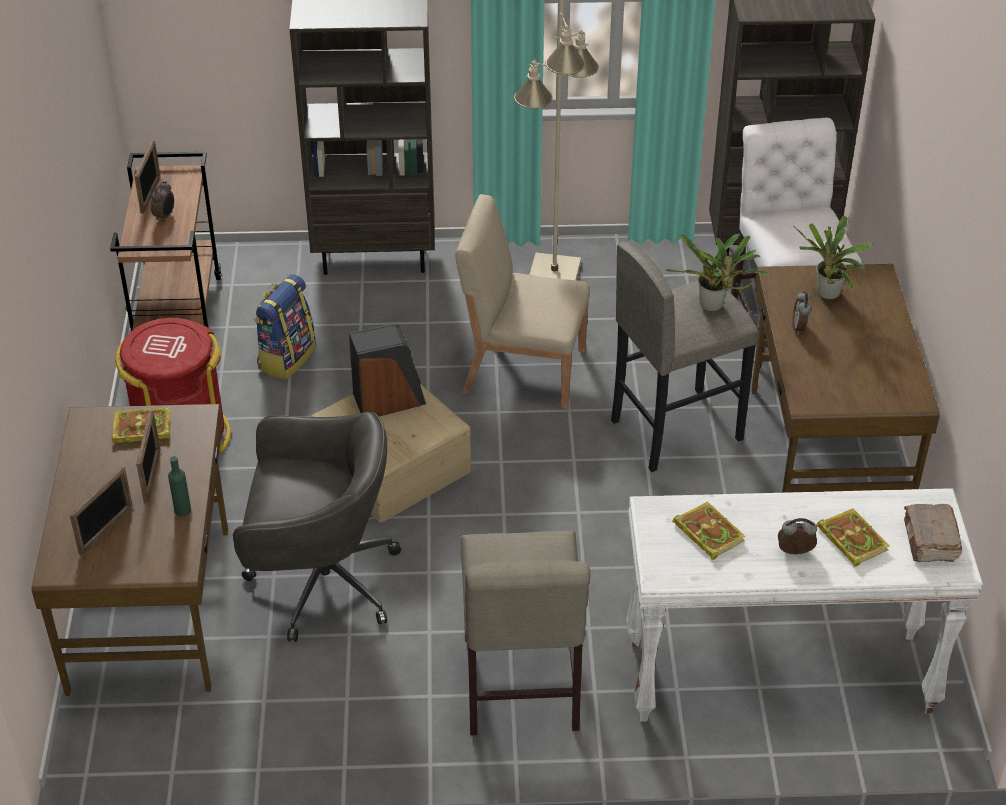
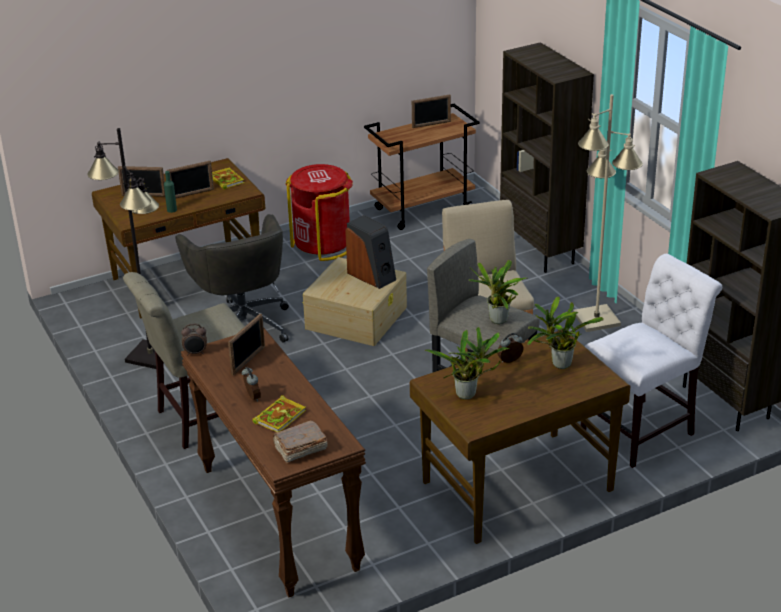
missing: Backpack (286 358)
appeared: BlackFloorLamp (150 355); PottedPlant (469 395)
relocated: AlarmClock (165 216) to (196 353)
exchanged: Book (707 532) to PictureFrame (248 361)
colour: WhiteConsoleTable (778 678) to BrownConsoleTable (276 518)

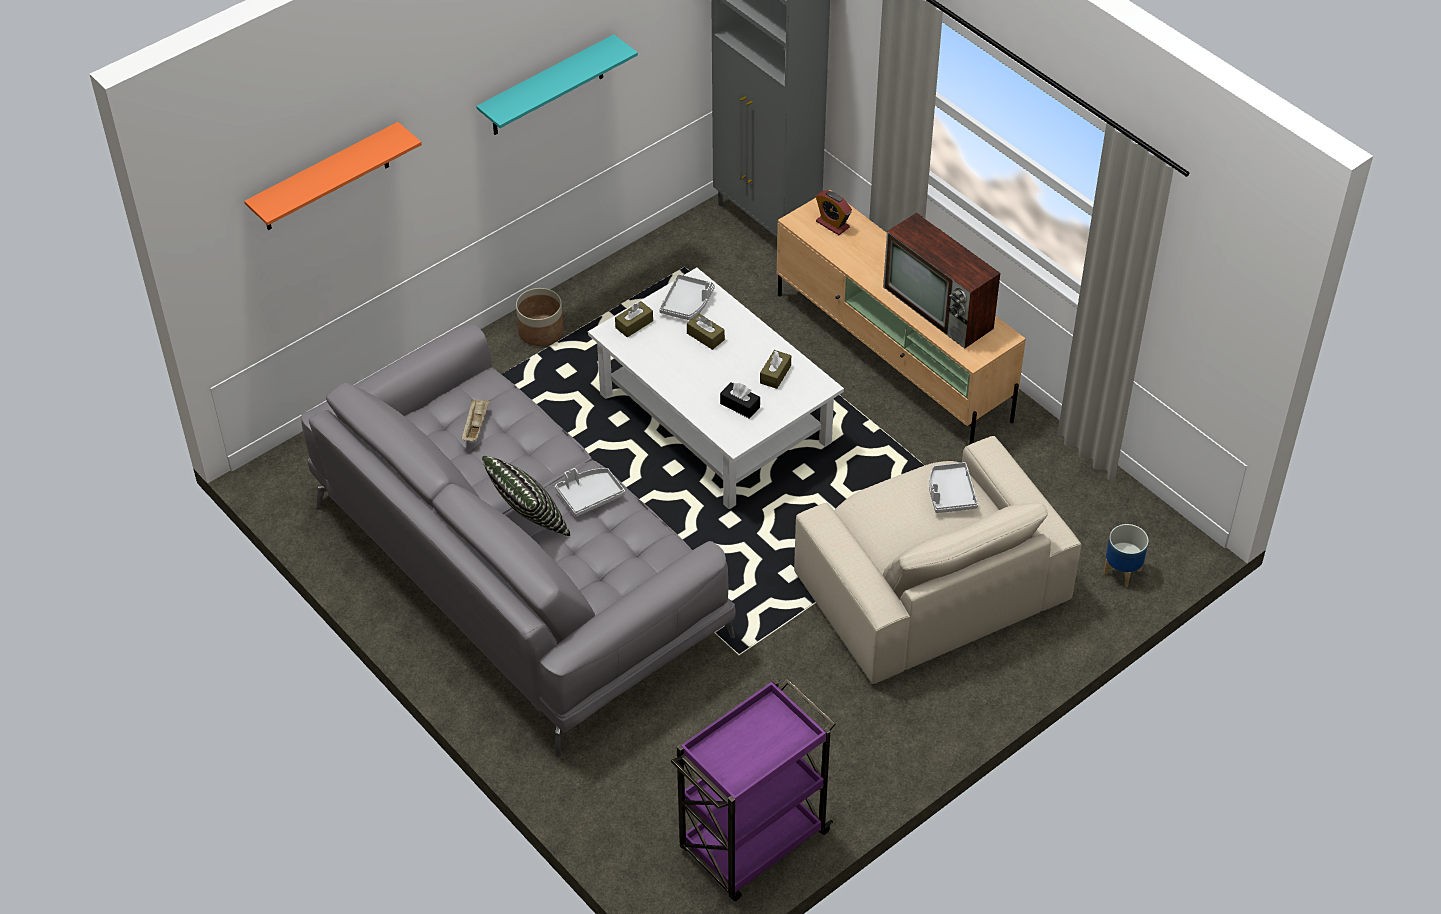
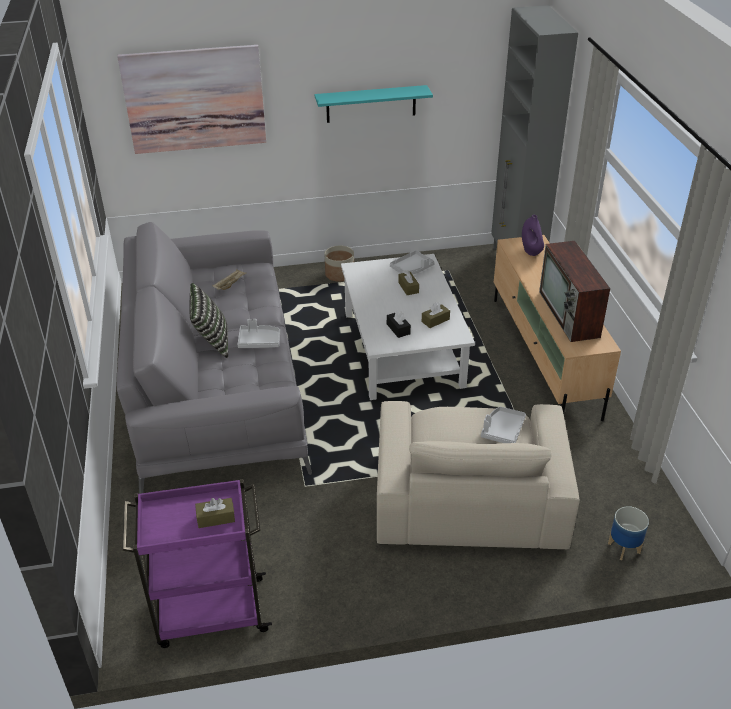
relocated: BrownTissueBox (634 324) to (216 518)
exchanged: OrangeShelf (325 178) to Picture (195 99); AlarmClock (832 224) to PurpleVase (531 251)

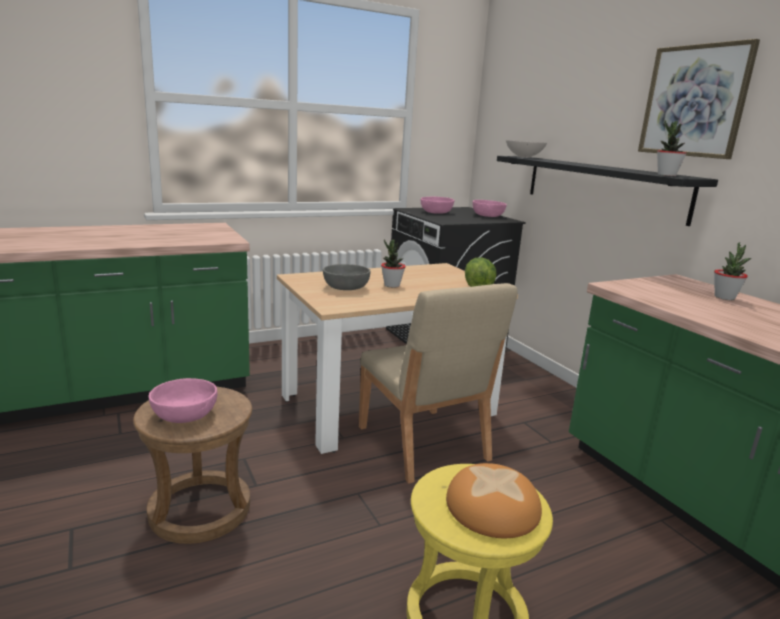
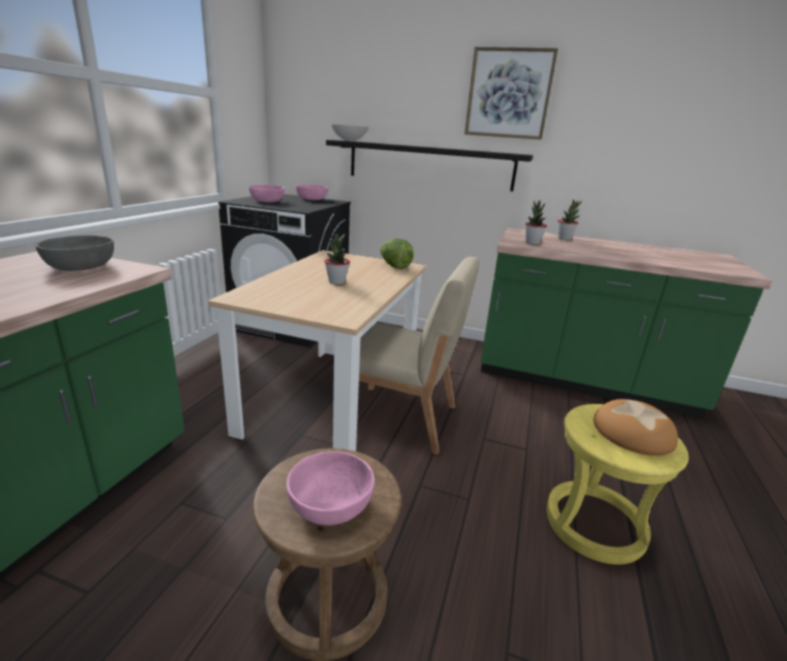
relocated: GreyBowl (345 287) to (80 266); PottedPlant (666 175) to (532 243)

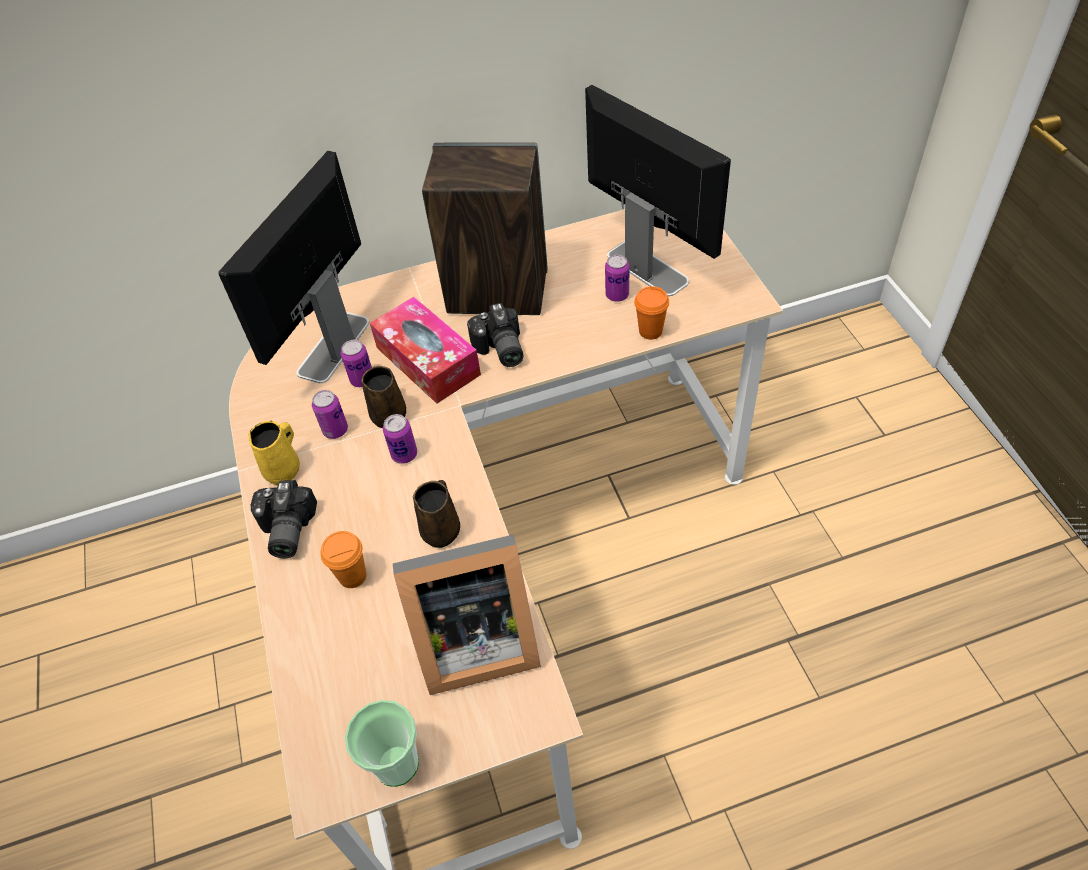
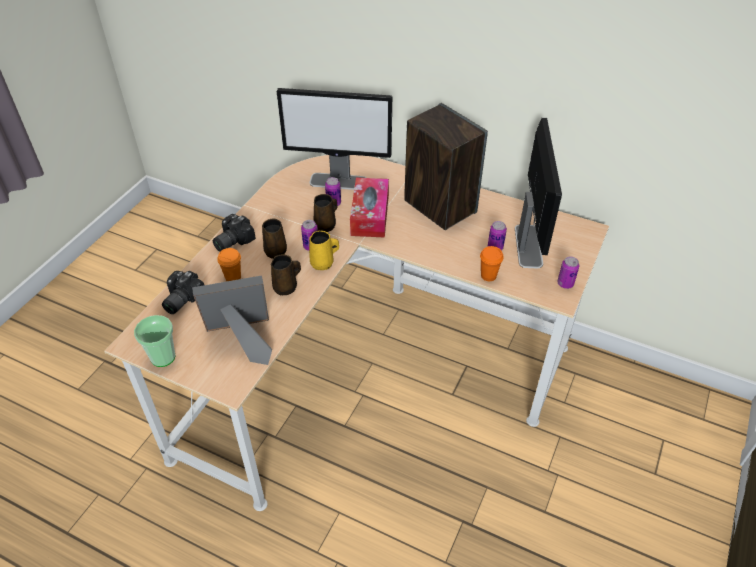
appeared: BrownMug (276 251)
relocated: YellowMug (284 469) to (323 263); Can (335 430) to (565 283); PhotoCamera (499 350) to (180 300)
spun: Monitor (333 348) = (339 181) 150 degrees counterclockwise; PictureFrame (472 641) = (242 339) 135 degrees clockwise

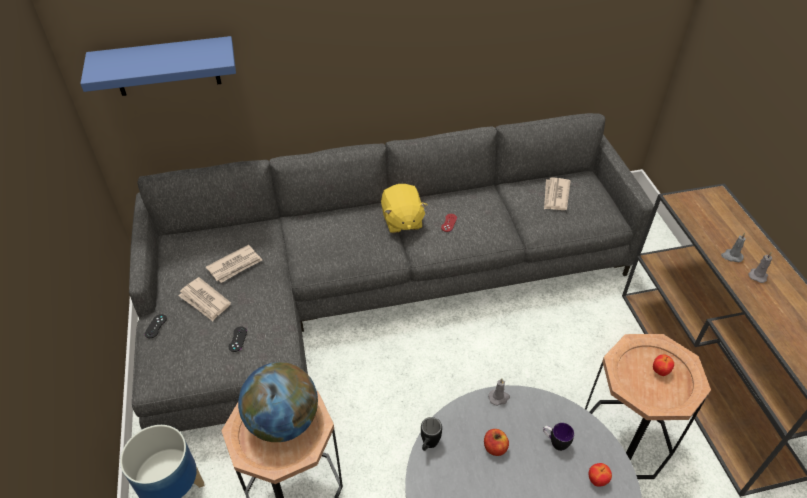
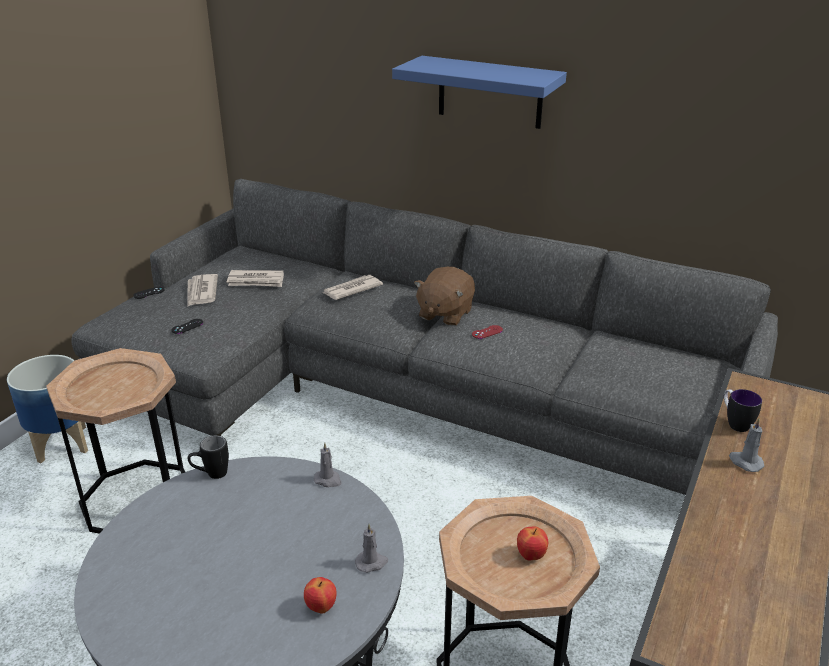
missing: Globe (283 421); Apple (495 448)
relocated: BlueShelf (166 67) to (490 92); Mug (555 442) to (734 423); Newspaper (555 196) to (351 289); GreyCandle (758 275) to (371 562)
colour: YellowPlushToy (402 221) to BrownPlushToy (444 314)

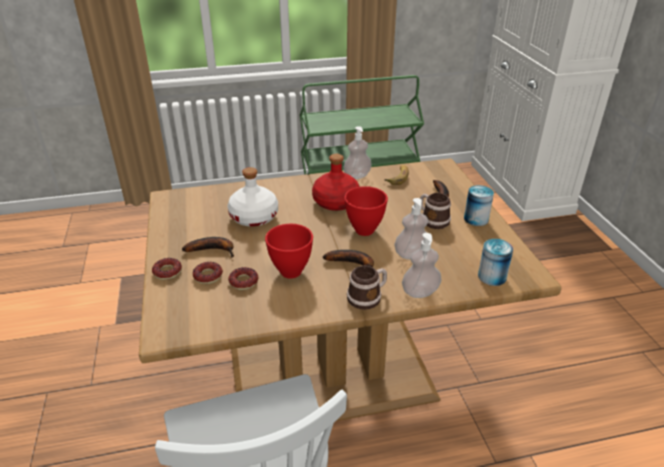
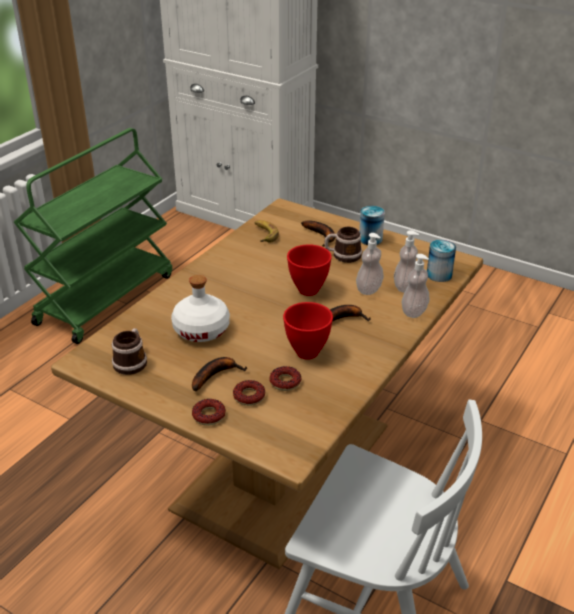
missing: RedBottle (335 202)
relocated: SoapDispenser (357 176) to (405 287); Mug (368 297) to (132 361)

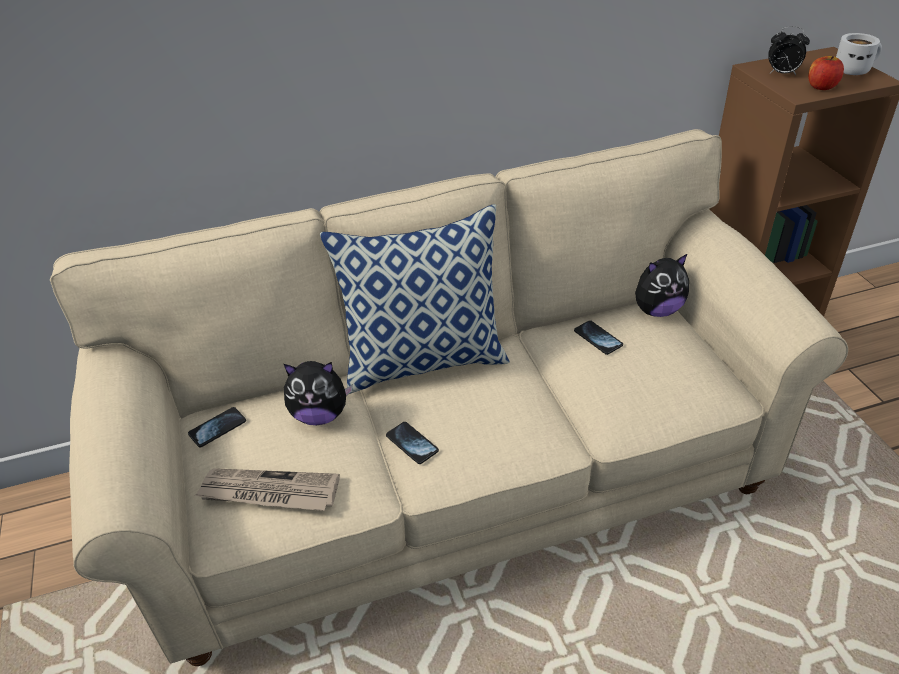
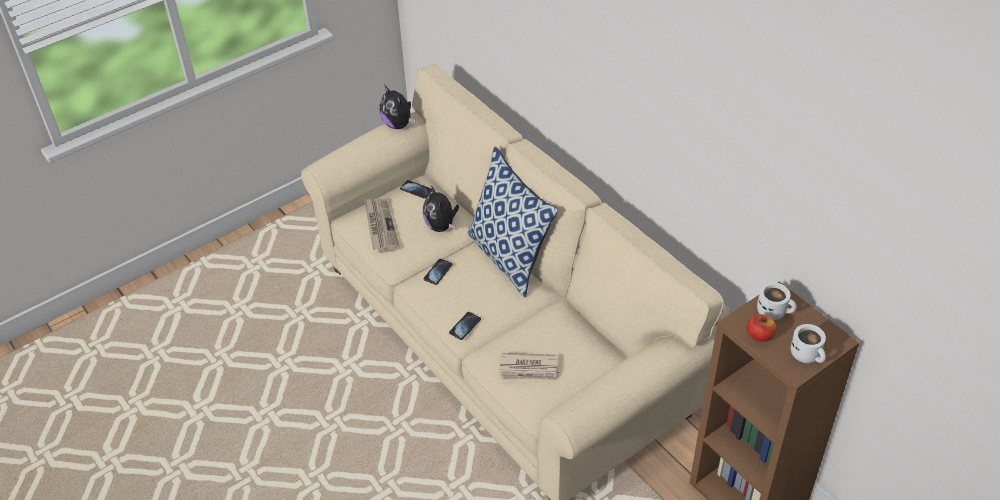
appeared: Newspaper (529 369)
relocated: Phone (598 338) to (465 326); PlushToy (656 310) to (398 124)
exchanged: AlarmClock (782 74) to WhiteMug (774 311)

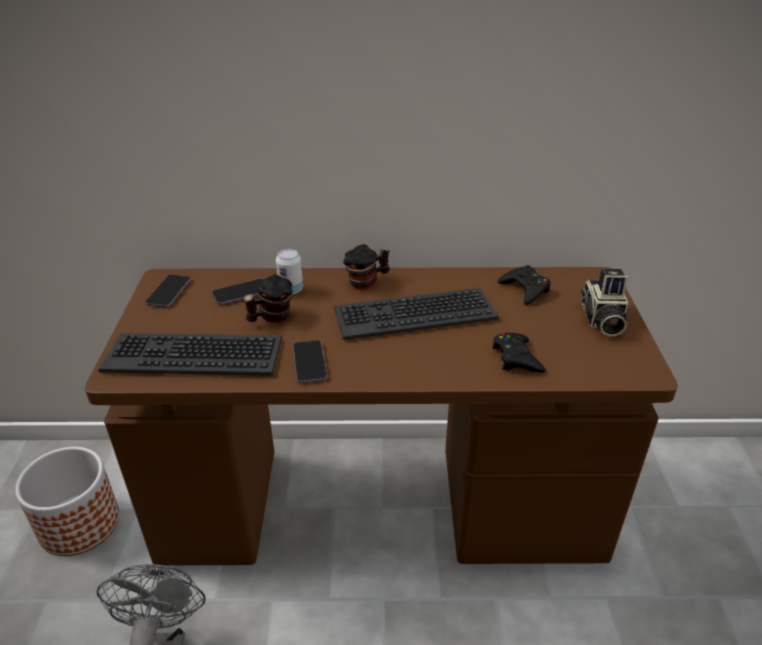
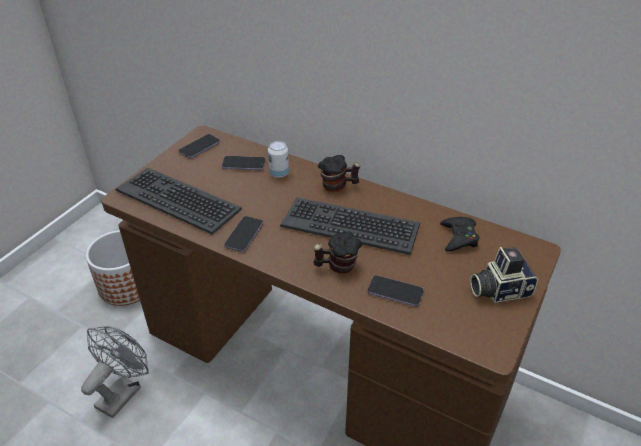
relocated: Mug (271 318) to (337 266)
exchanged: BlackGameController (516 358) to Phone (395 292)
spun: PhotoCamera (601 320) = (498 289) 45 degrees clockwise

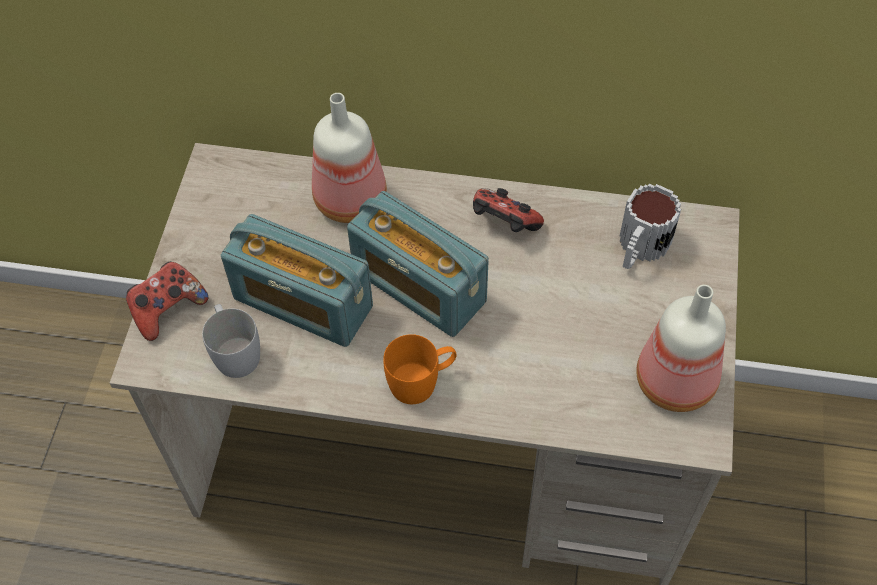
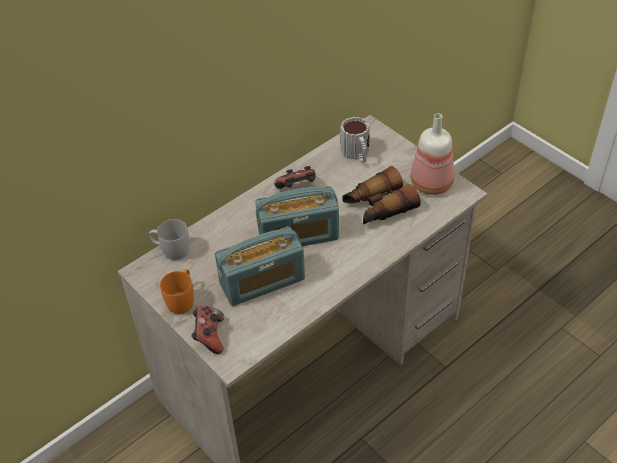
missing: Bottle (351 198)
appeared: Binoculars (378 206)
relocated: WhiteMug (234 351) to (171 250); OrangeMug (422 381) to (182 299)

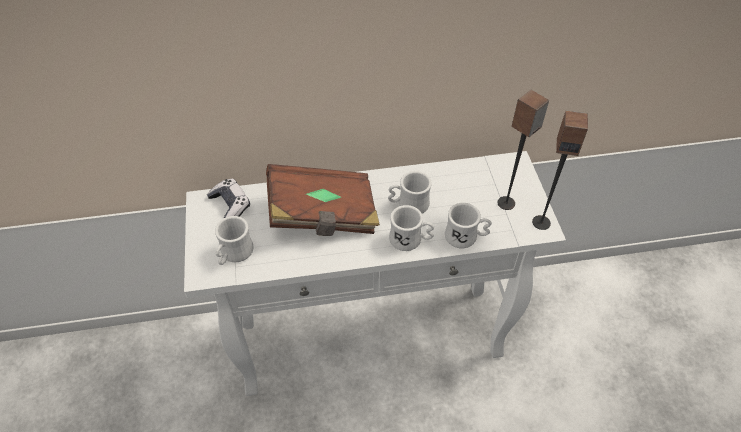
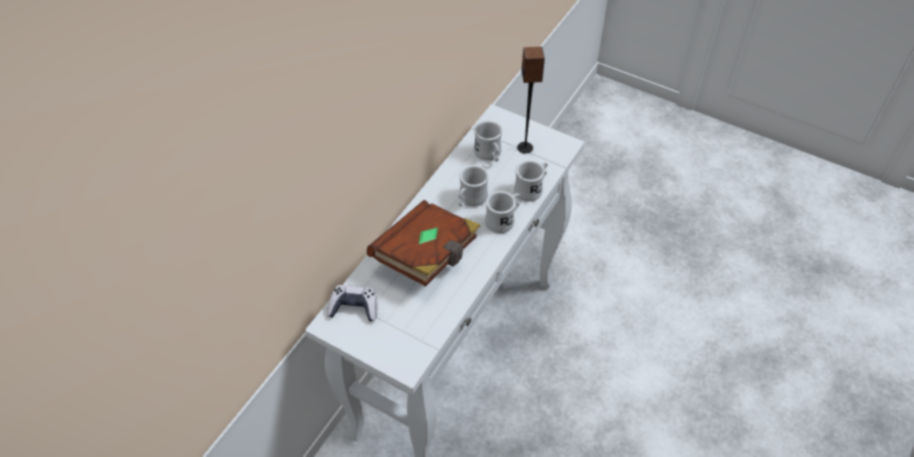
missing: Speaker (541 222)
relocated: WhiteMug (234 254) to (489 155)

